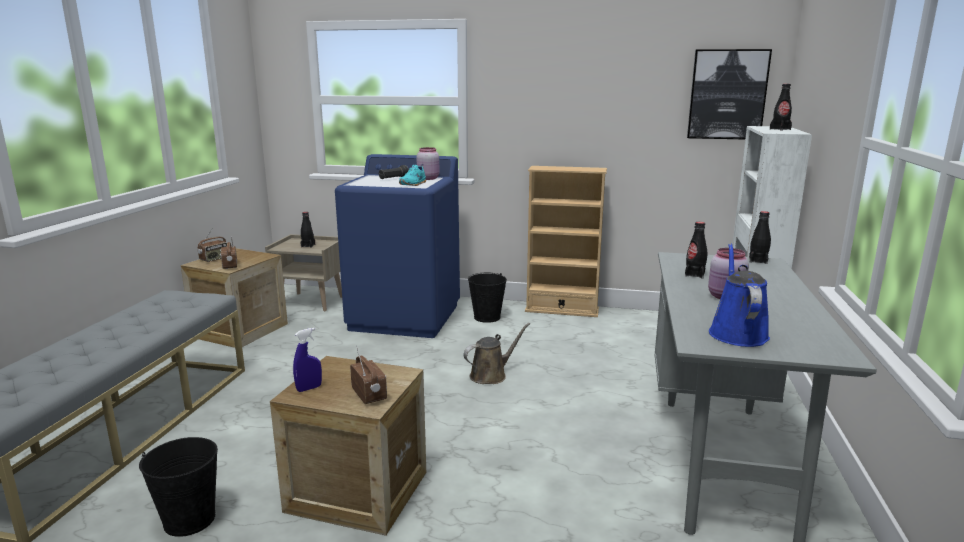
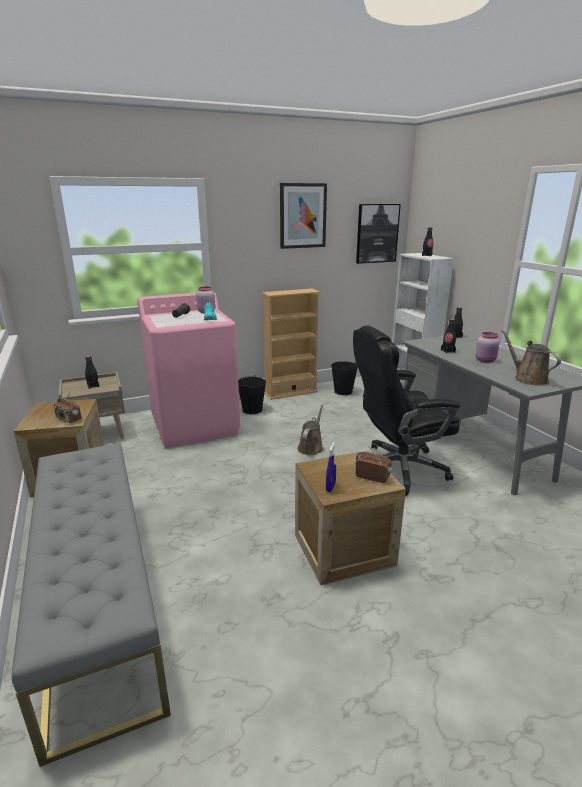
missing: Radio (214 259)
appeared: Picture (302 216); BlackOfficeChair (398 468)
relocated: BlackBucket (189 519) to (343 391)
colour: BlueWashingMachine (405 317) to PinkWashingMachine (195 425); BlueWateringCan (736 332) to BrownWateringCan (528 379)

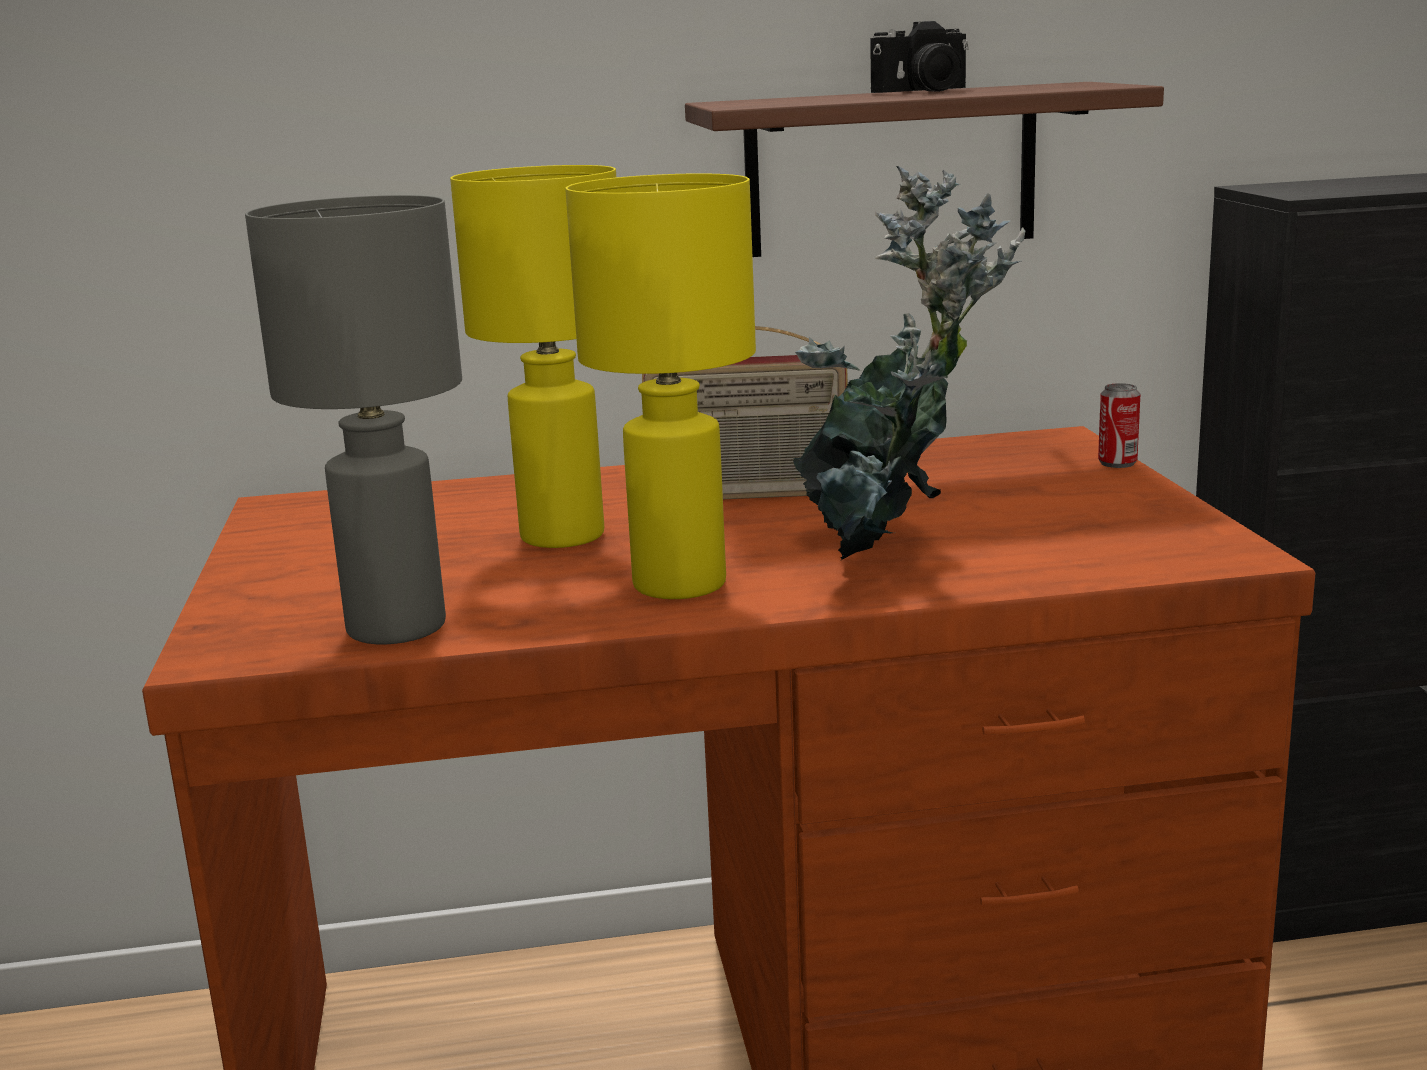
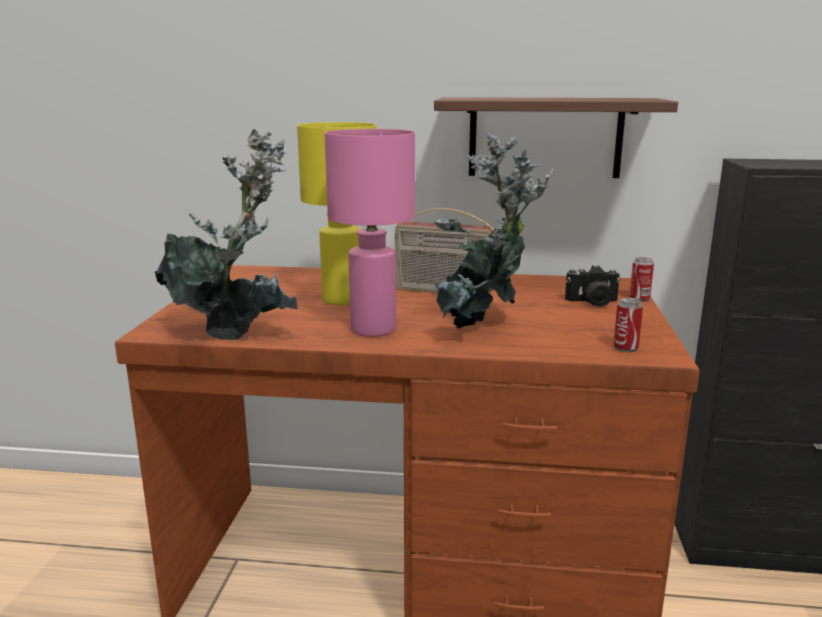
appeared: Can (625 348)
relocated: PhotoCamera (924 91) to (592 302)
exchanged: GreyTableLamp (399 628) to PottedPlant (236 331)
colour: YellowTableLamp (677 585) to PinkTableLamp (372 330)

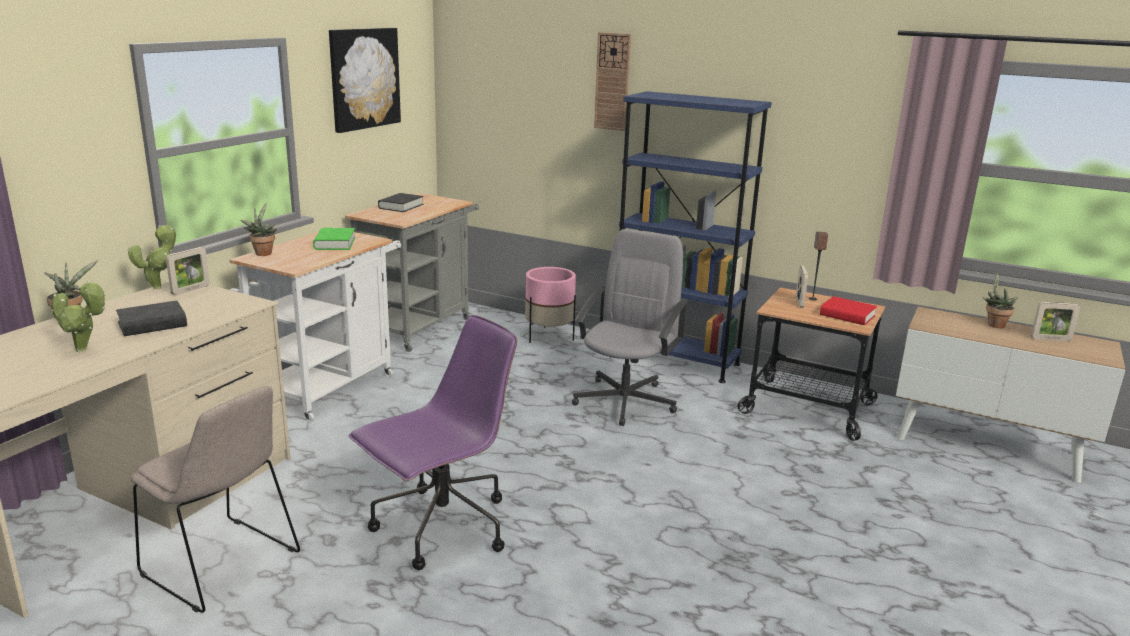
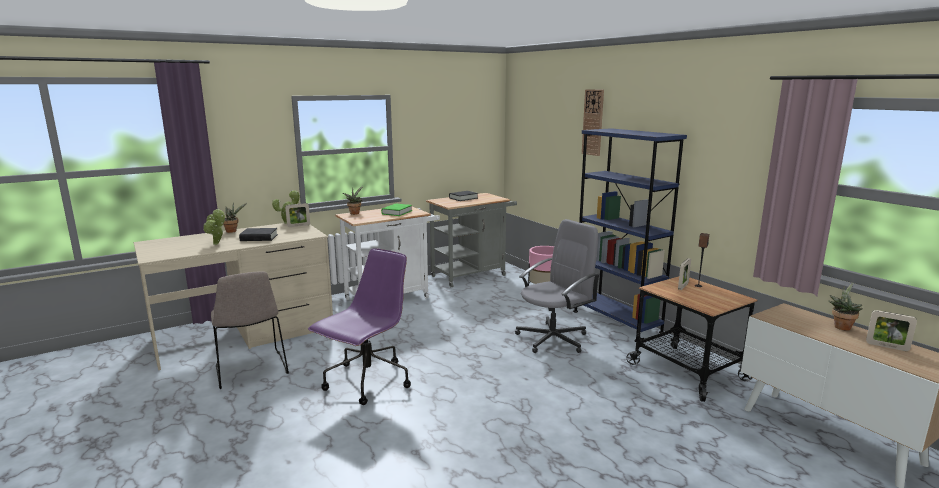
missing: Picture (364 78); RedBook (847 315)
spun: PurpleOfficeChair (441 528) = (367 382) 45 degrees counterclockwise

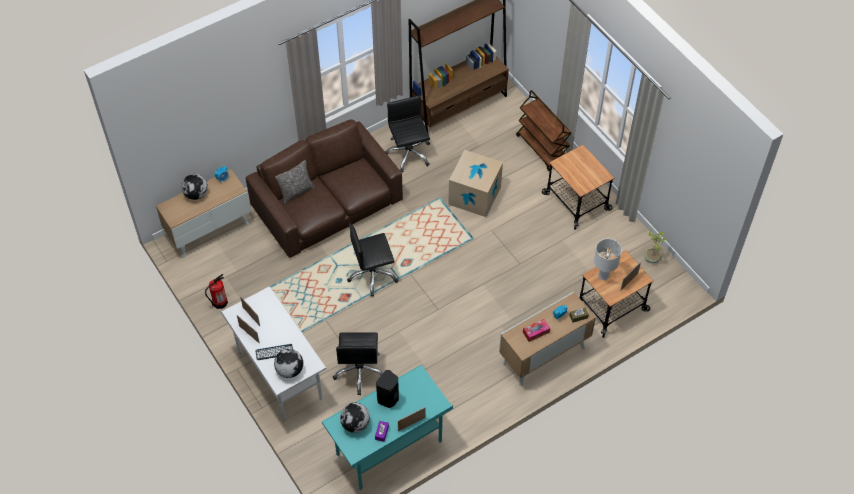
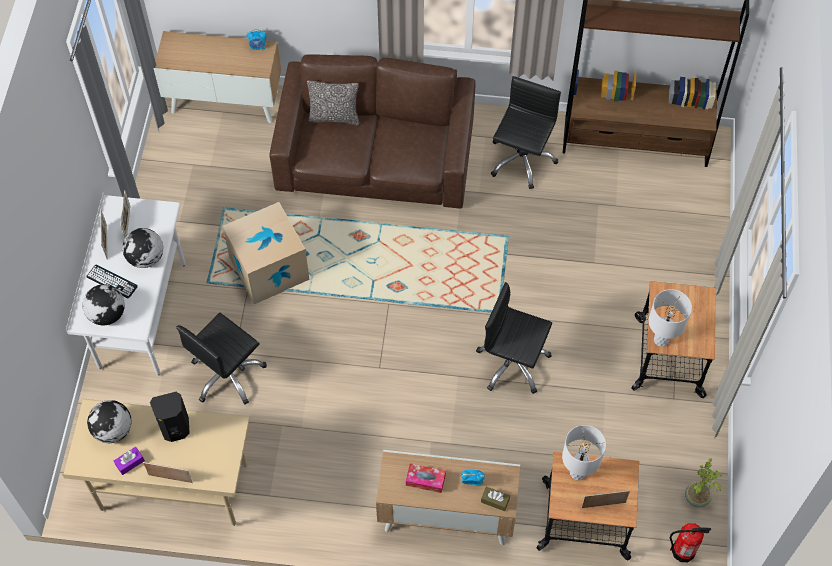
missing: BrownCart (542 148)
appeared: WhiteTableLamp (661 340)
relocated: Globe (196 194) to (146 258); FireExtinguisher (220 302) to (683 551); BlackOfficeChair (372 275) to (512 363); CardboardBox (474 195) to (269 268)
colour: TurquoiseDesk (389 448) to BeigeDesk (174 488)

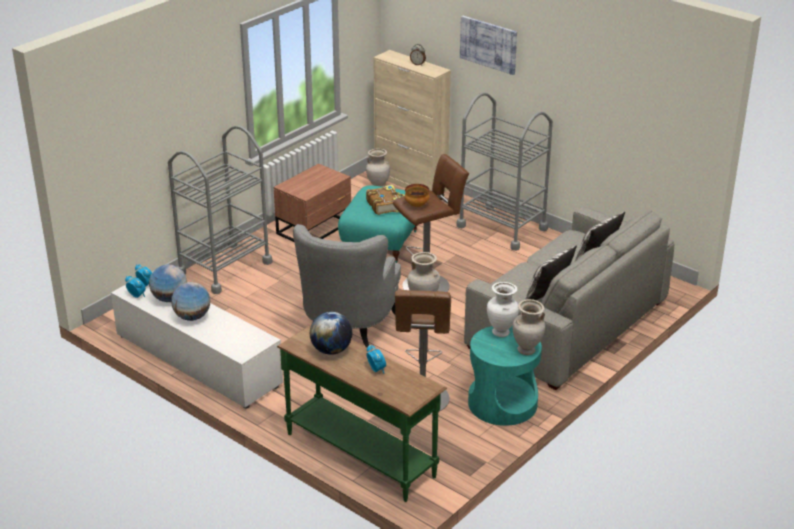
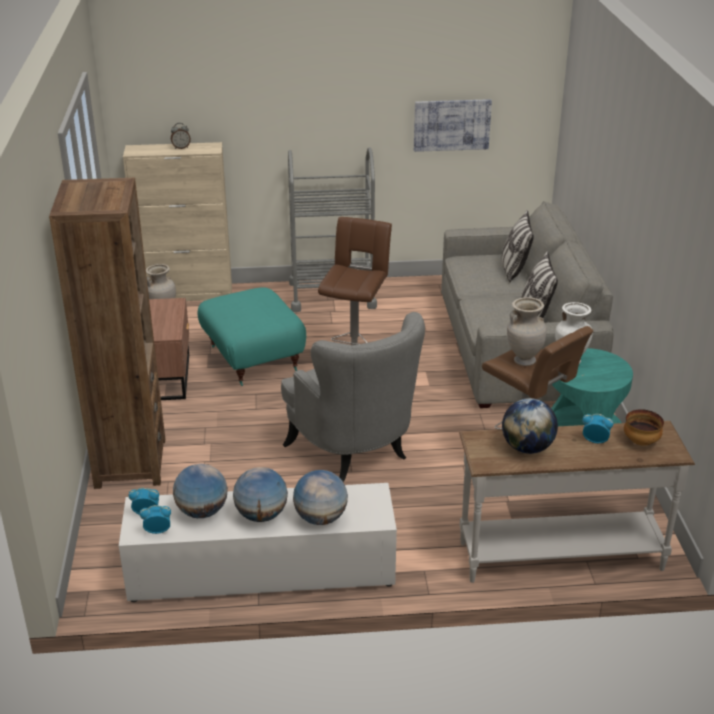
missing: Book (385 205); BeigeVase (527 351)
appeared: Globe (321 518)
relocated: Bowl (416 205) to (640 442); Picture (488 44) to (451 125)
exchanged: GreyCart (224 268) to BrownBookcase (130 463)
colour: GreenConsoleTable (361 454) to WhiteConsoleTable (560 555)

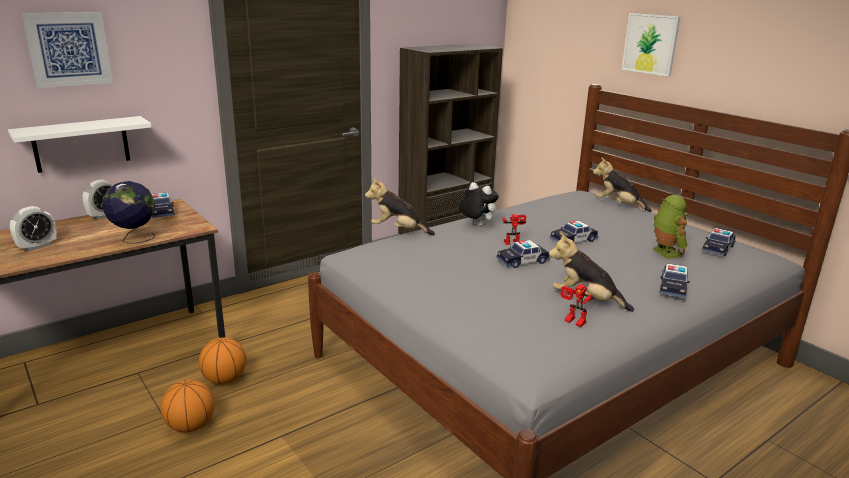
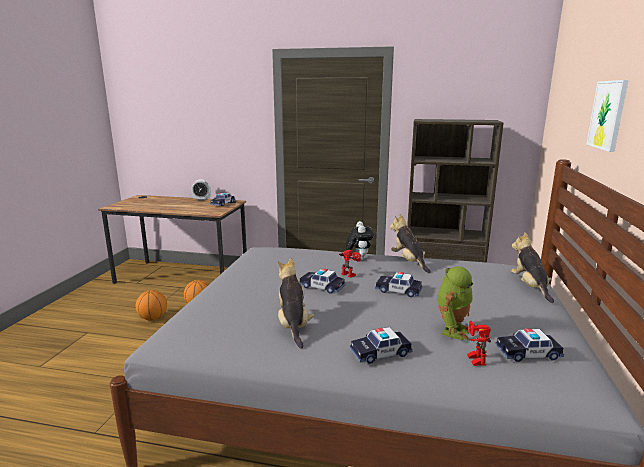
missing: WhiteShelf (81 144); AlarmClock (37 246); Picture (68 49); Globe (134 239)
relocated: PlushToy (398 231) to (409 262); ToyRobot (572 322) to (473 359)

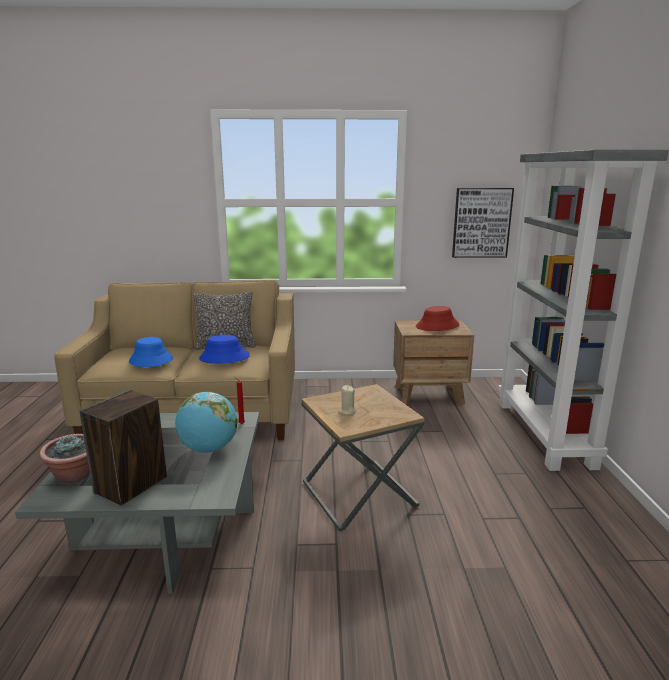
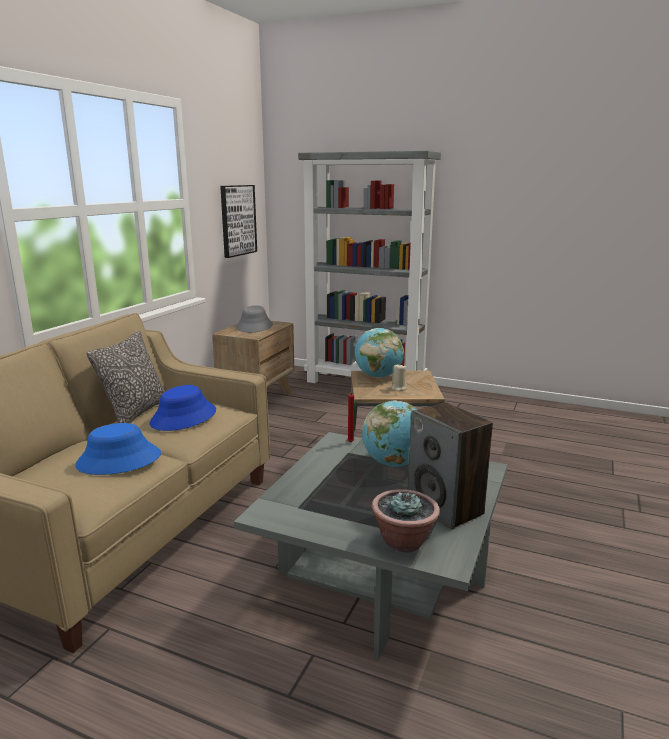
appeared: Globe (378 376)
colour: RedHat (437 326) to GreyHat (254 326)

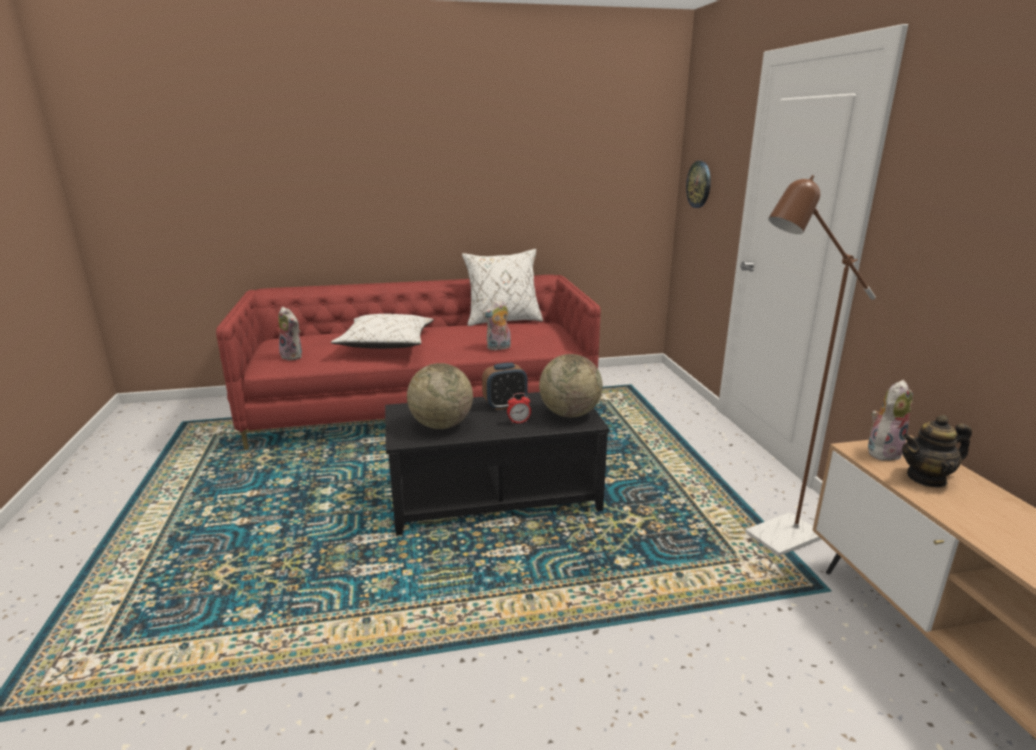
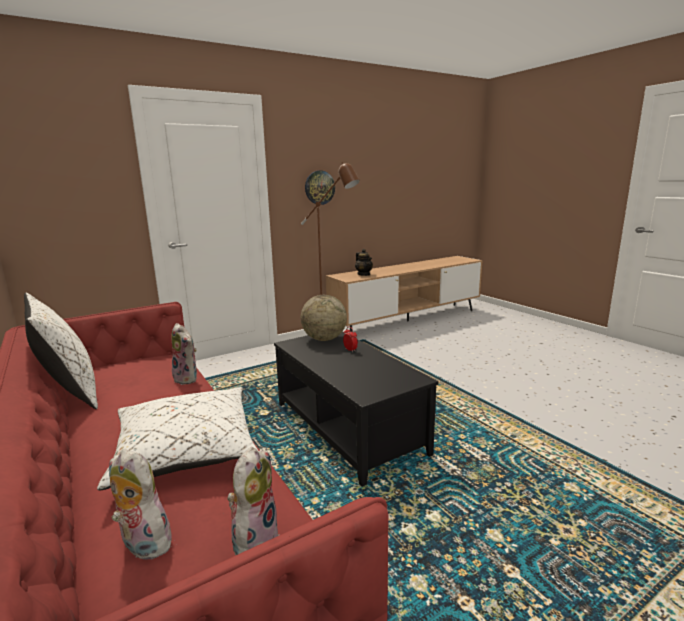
missing: Globe (441 425); AlarmClock (505 405)
relocated: WallClock (699 184) to (319 187); PlushToy (882 451) to (142 544)

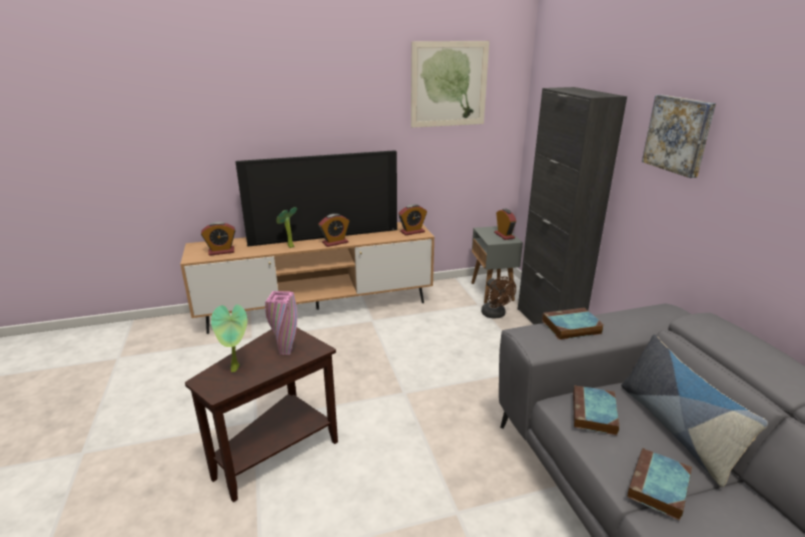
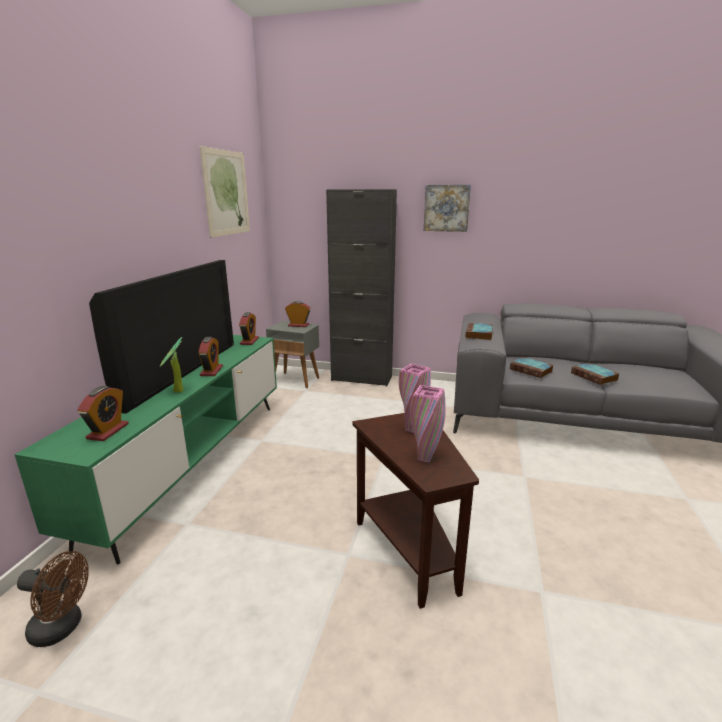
missing: Pillow (675 428)
relocated: BrownFan (495 315) to (63 627)
exchanged: PottedPlant (237 369) to PinkVase (424 458)
colour: BrownTvStand (317 309) to GreenTvStand (194 464)

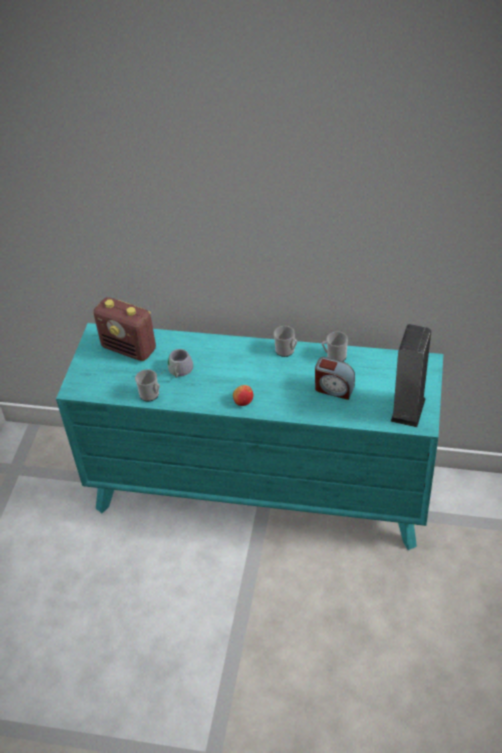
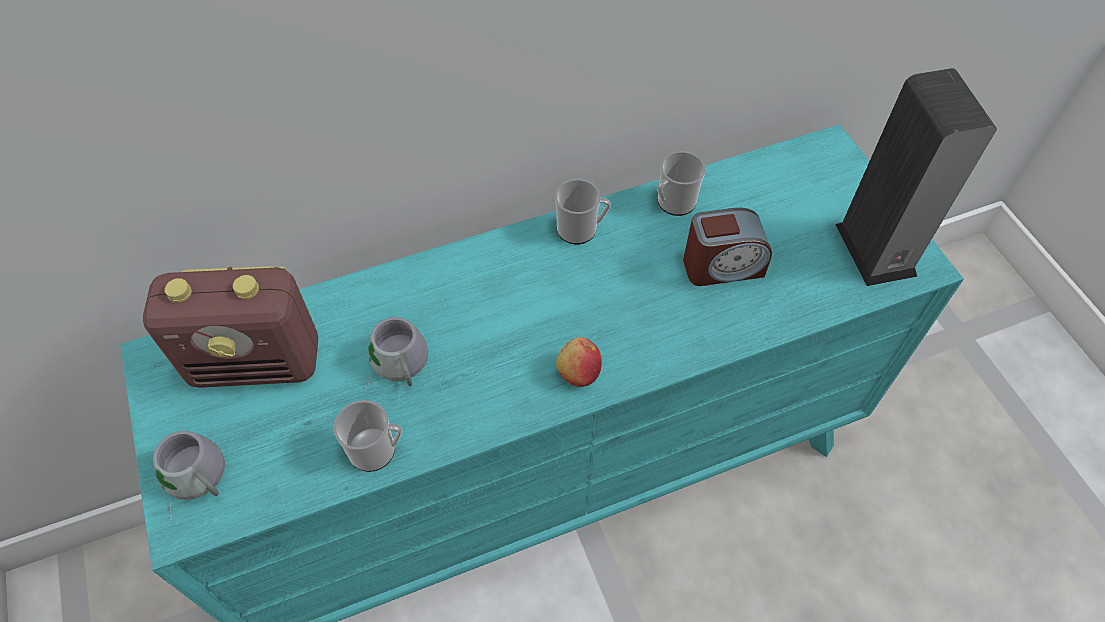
appeared: GreyMug (194 482)

